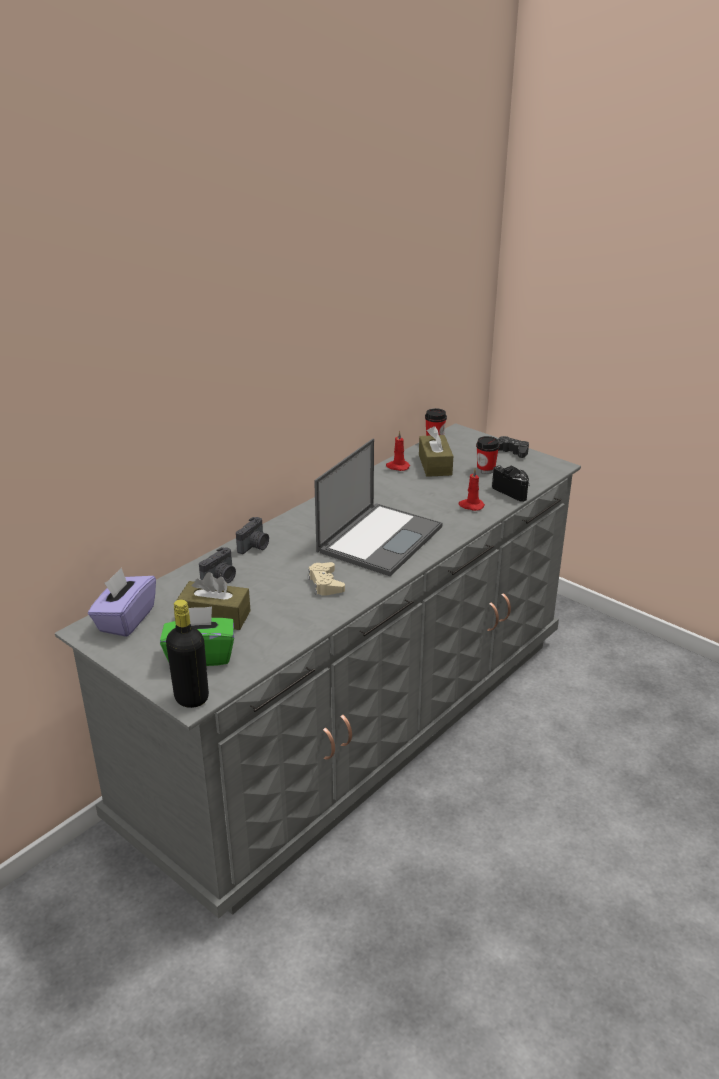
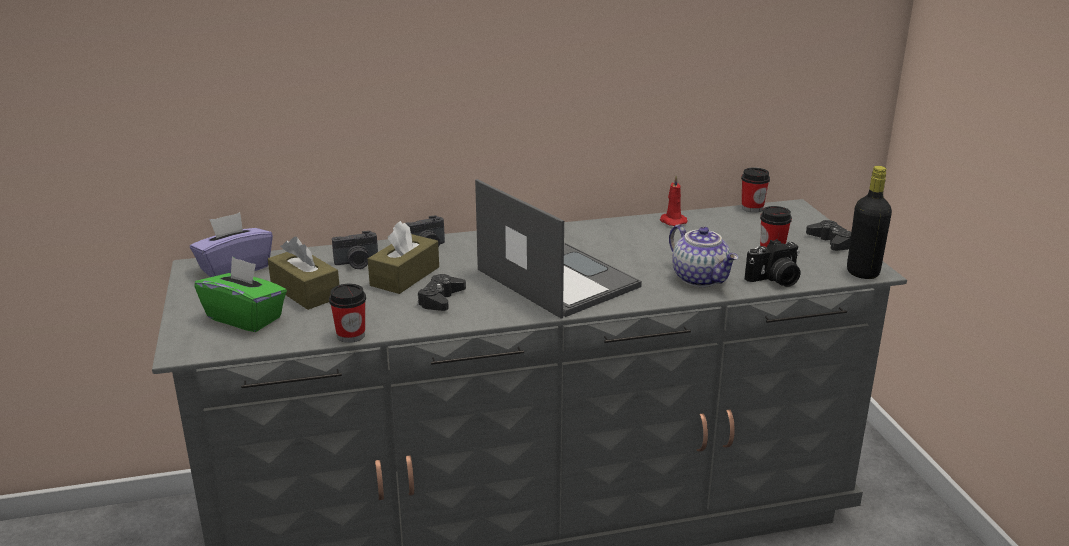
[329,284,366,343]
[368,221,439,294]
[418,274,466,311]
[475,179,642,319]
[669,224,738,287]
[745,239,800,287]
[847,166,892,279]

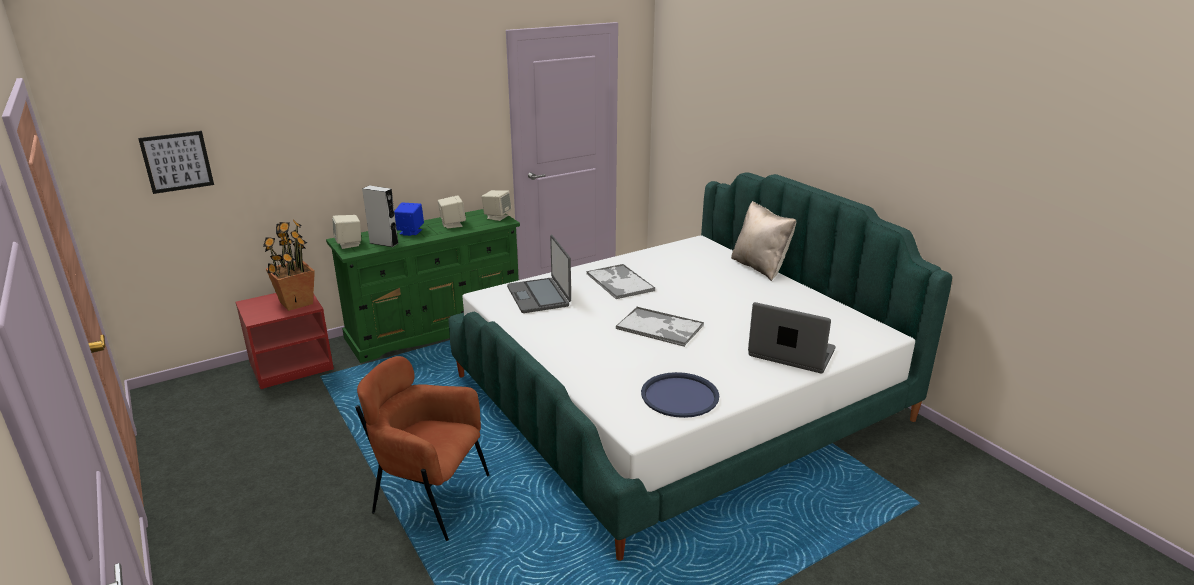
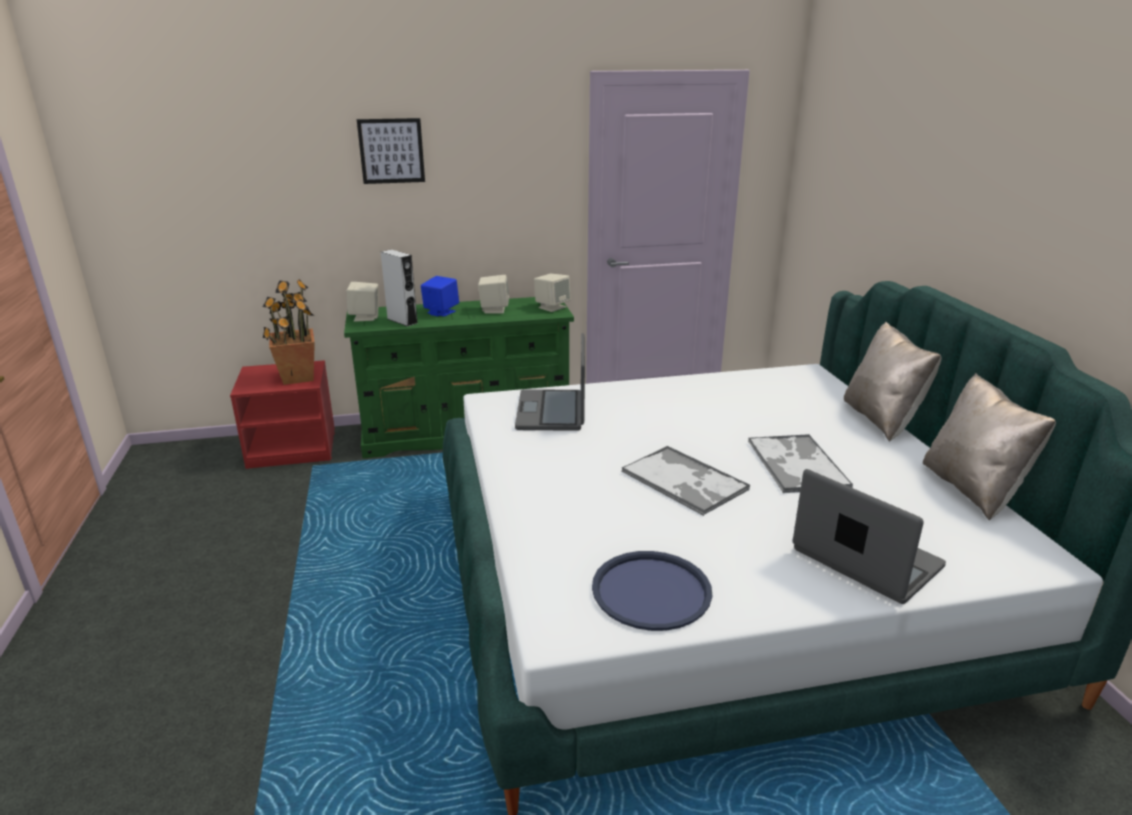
[357,118,425,184]
[748,434,853,493]
[923,373,1056,521]
[355,356,490,541] (first image)

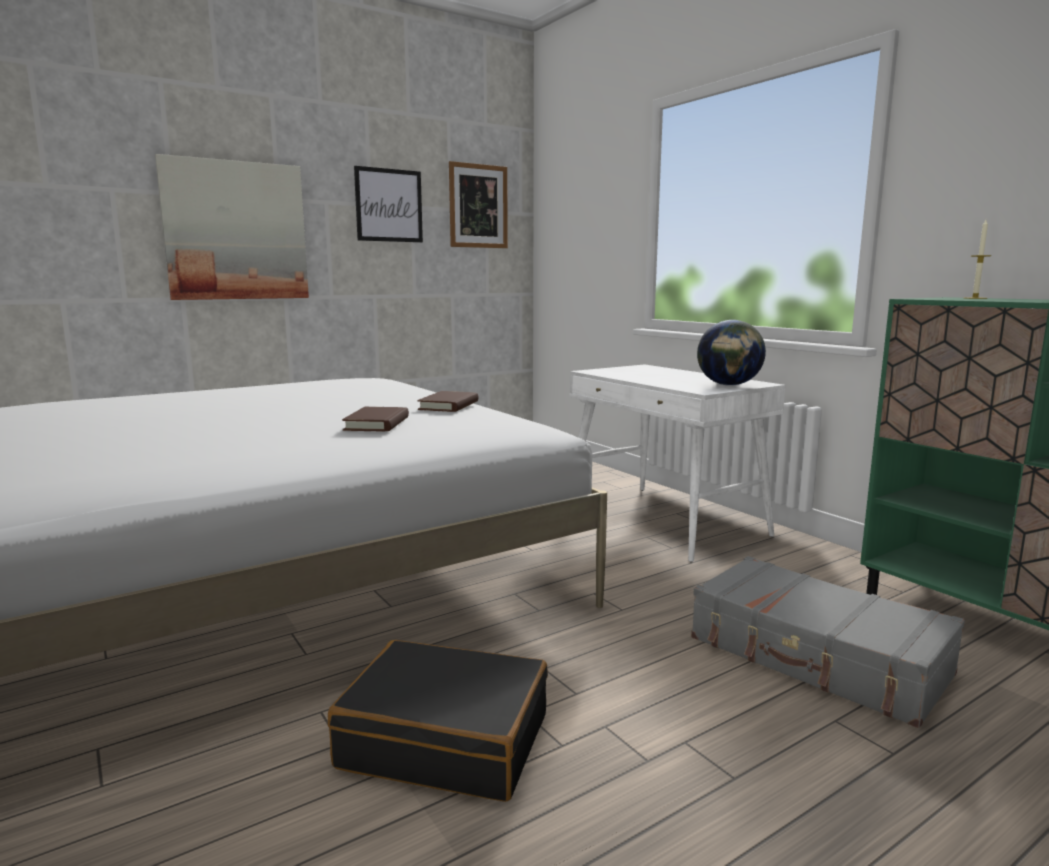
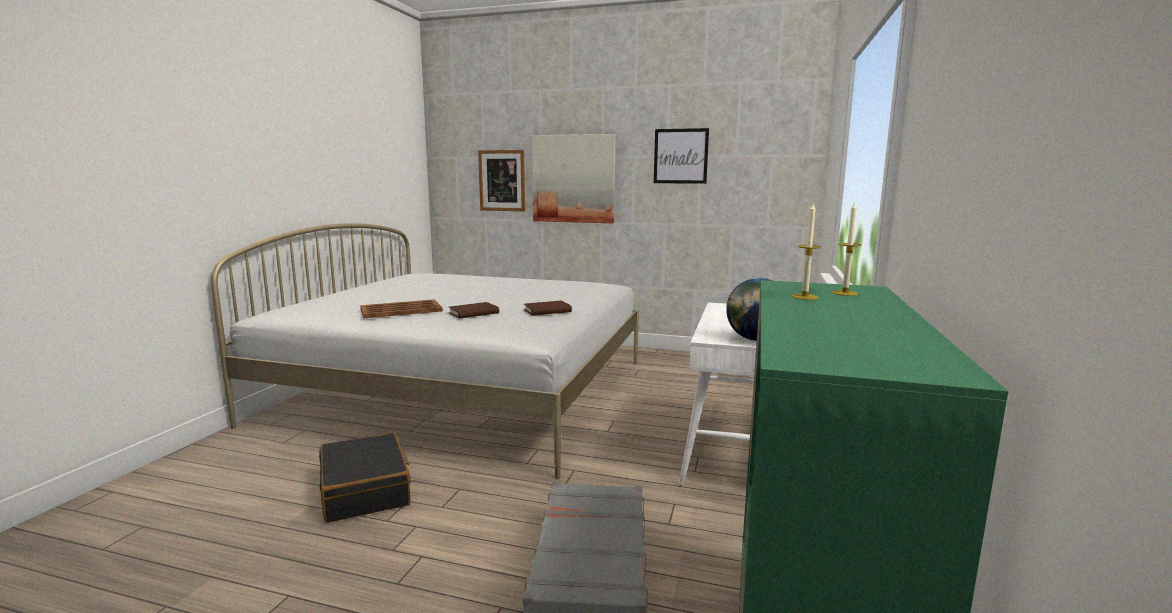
[360,299,443,318]
[478,150,525,211]
[792,204,821,300]

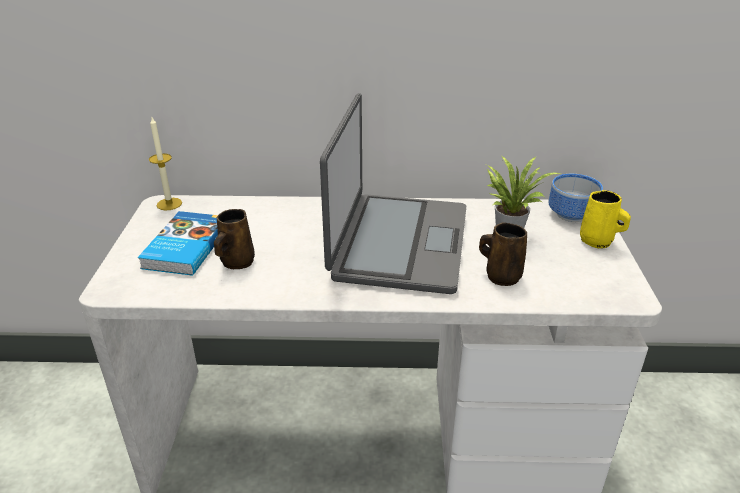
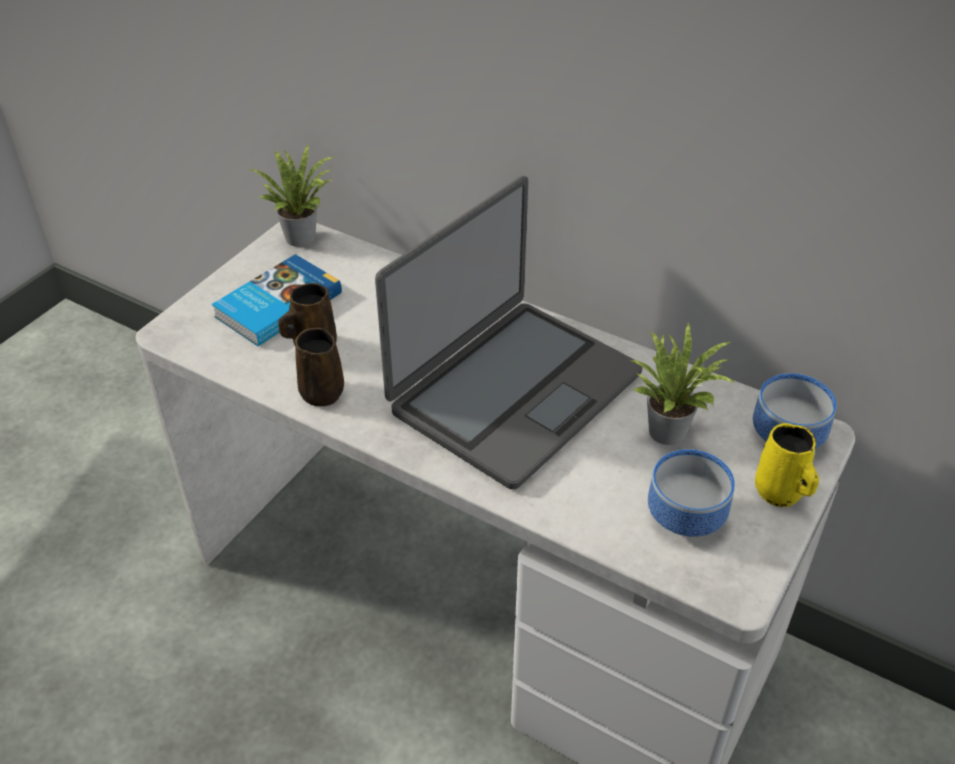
[250,144,335,247]
[295,328,344,406]
[648,449,735,537]

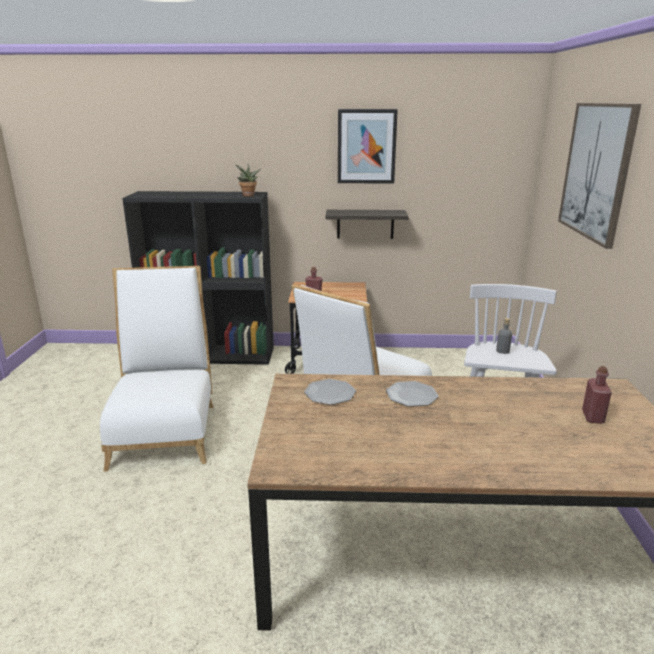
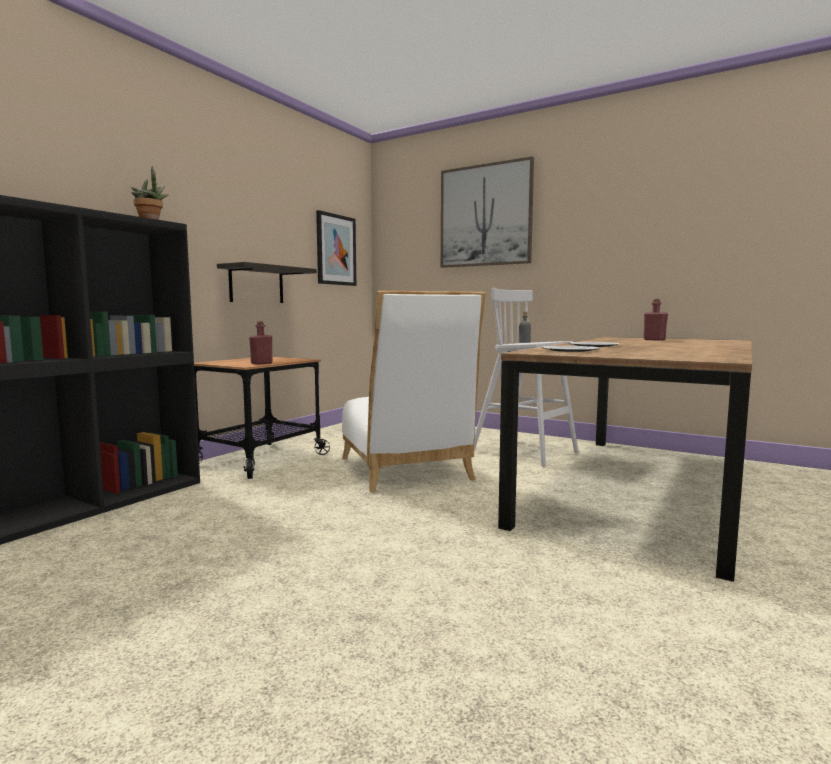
[316,210,356,286]
[100,266,213,471] (first image)

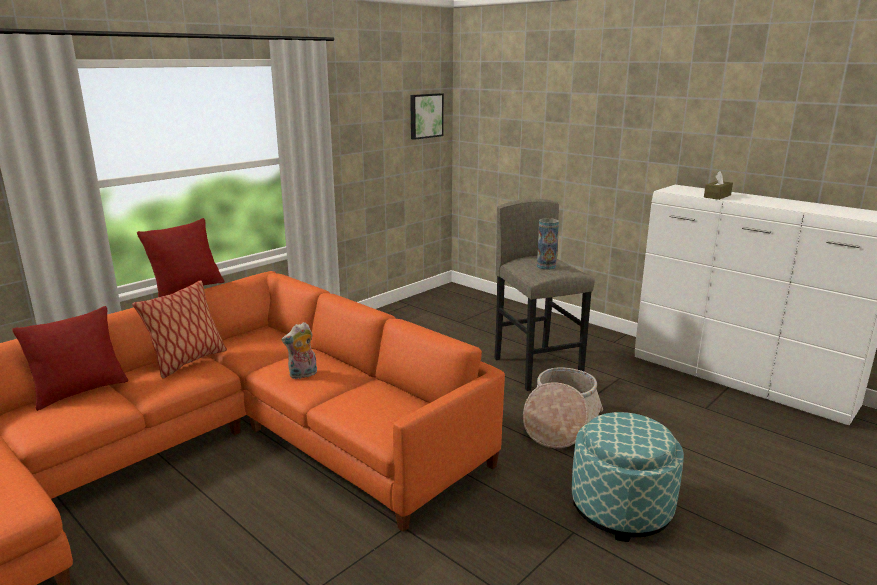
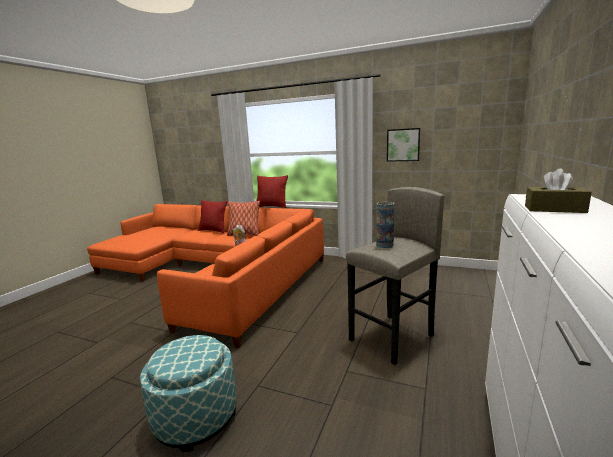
[387,128,420,162]
[523,368,603,448] (first image)

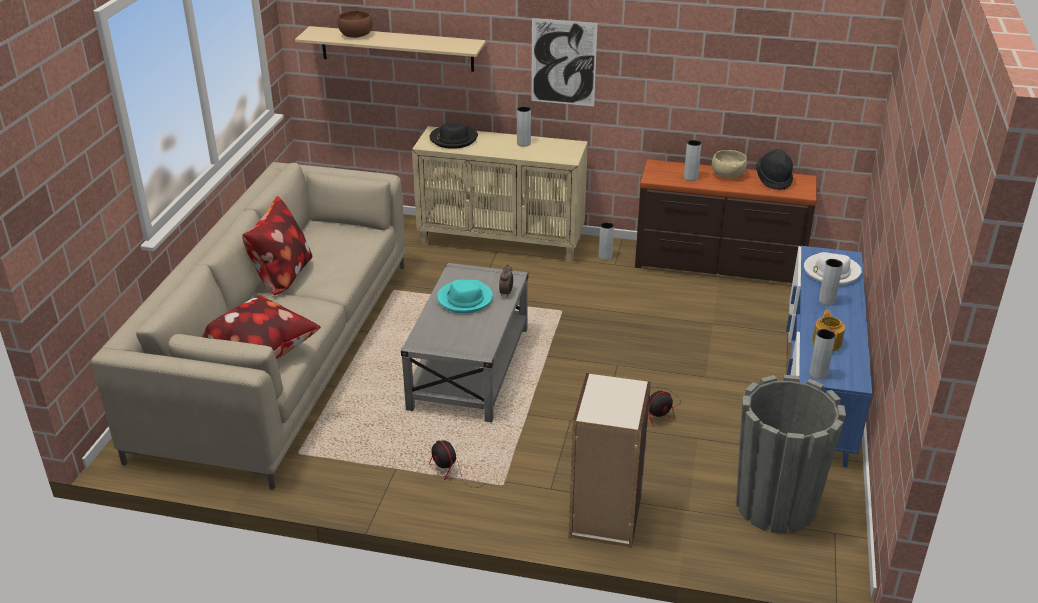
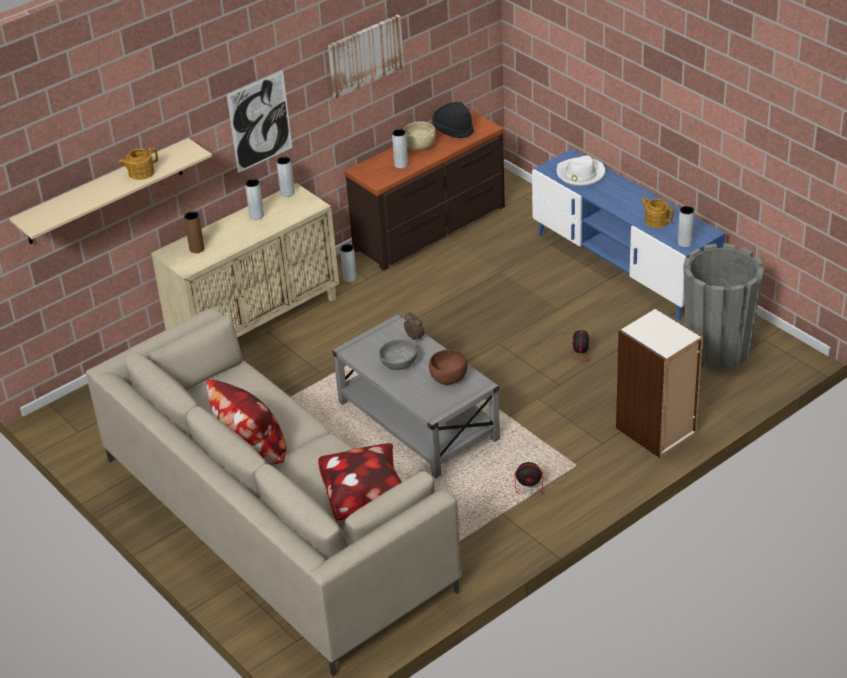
[119,147,158,180]
[184,211,204,253]
[276,157,295,197]
[328,15,404,98]
[379,340,417,370]
[429,349,468,385]

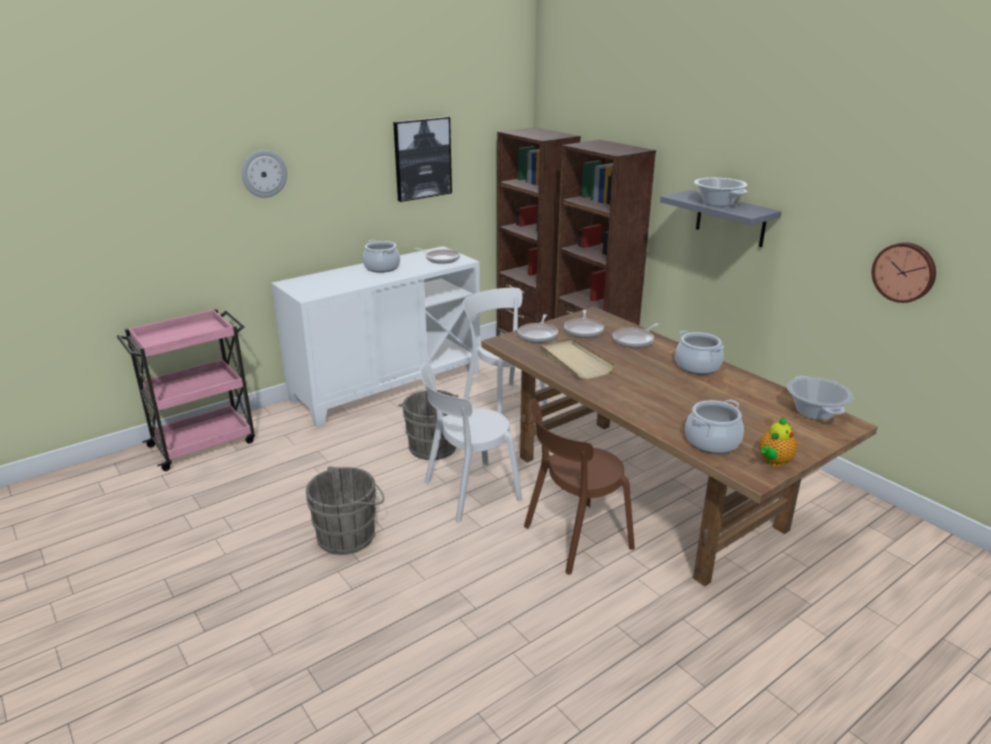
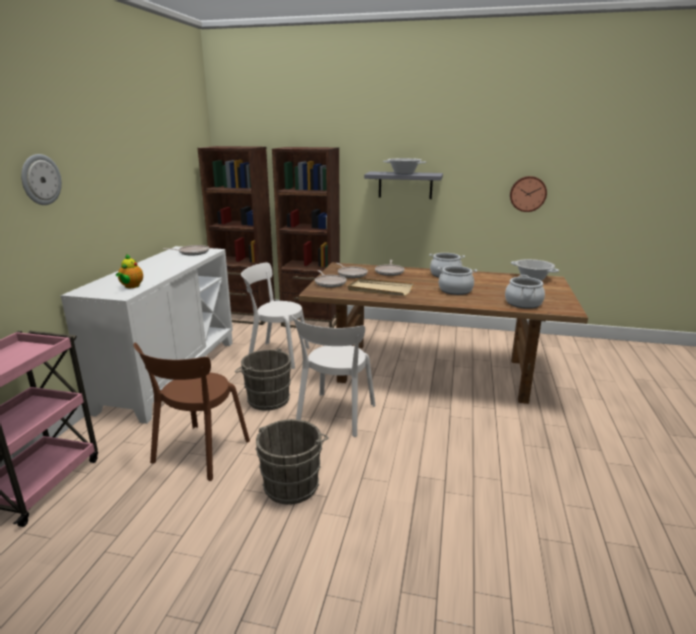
[116,254,143,288]
[134,343,250,481]
[438,266,477,295]
[393,117,452,202] (first image)

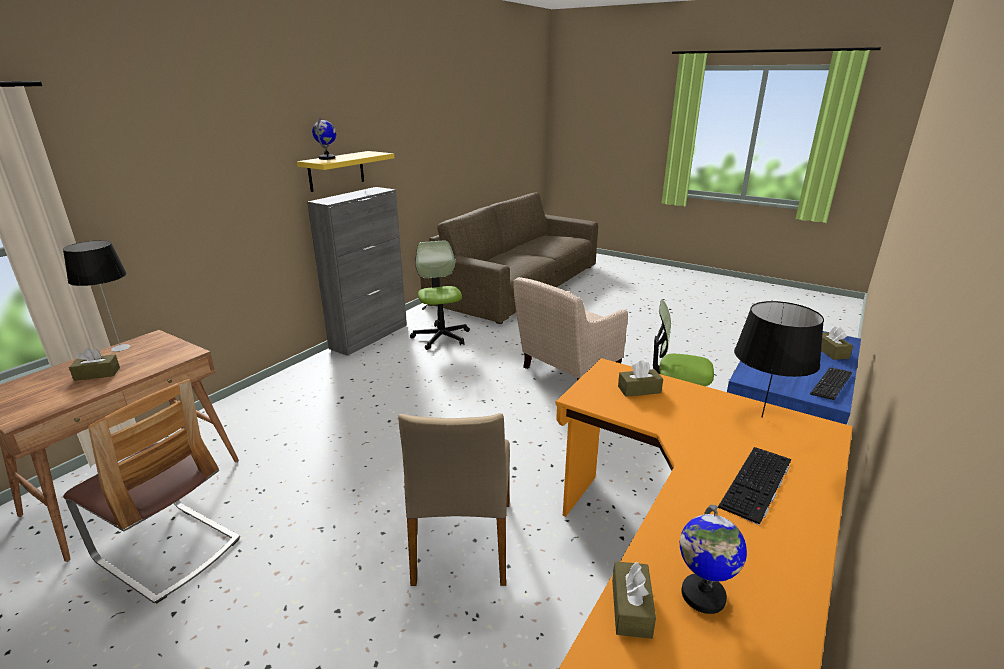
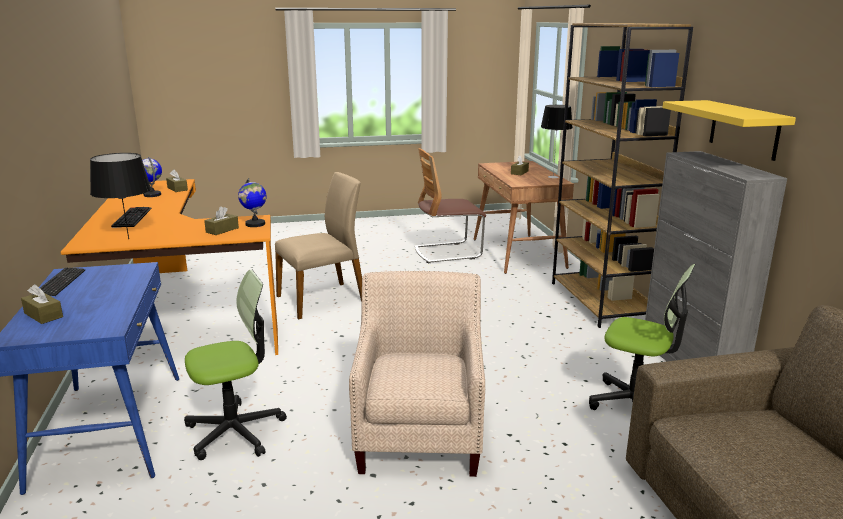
[238,178,266,227]
[275,172,362,319]
[552,23,693,328]

